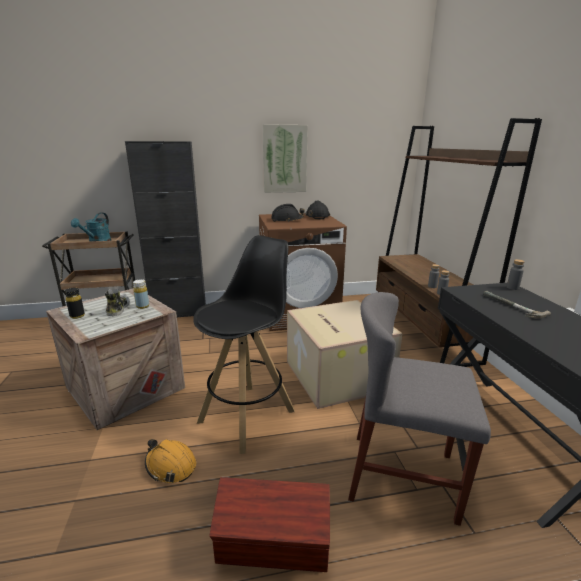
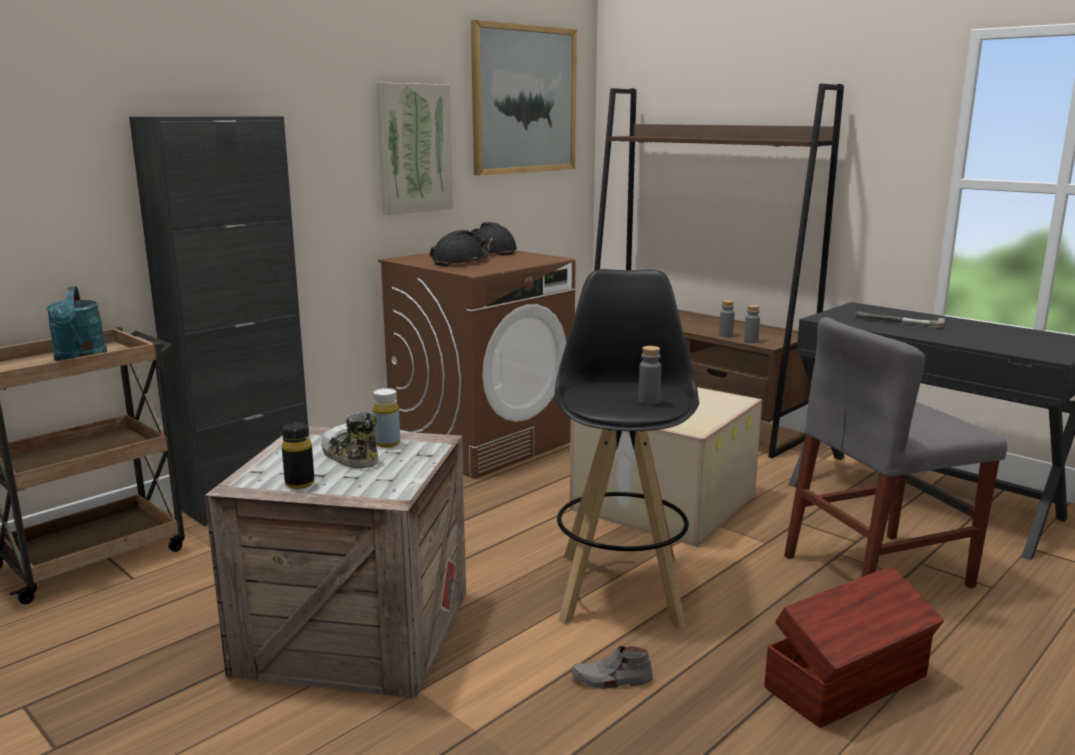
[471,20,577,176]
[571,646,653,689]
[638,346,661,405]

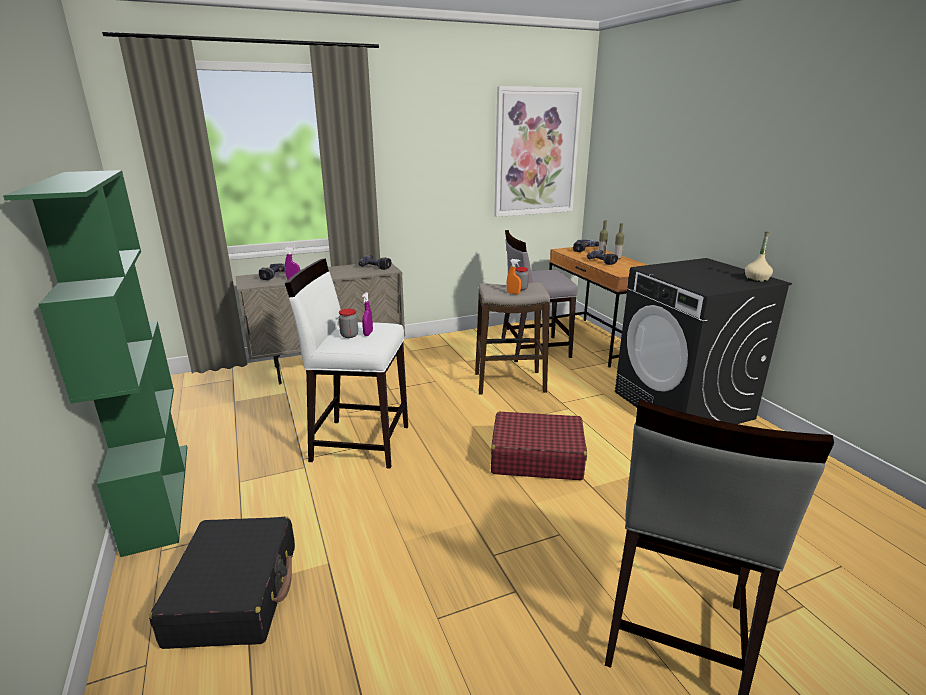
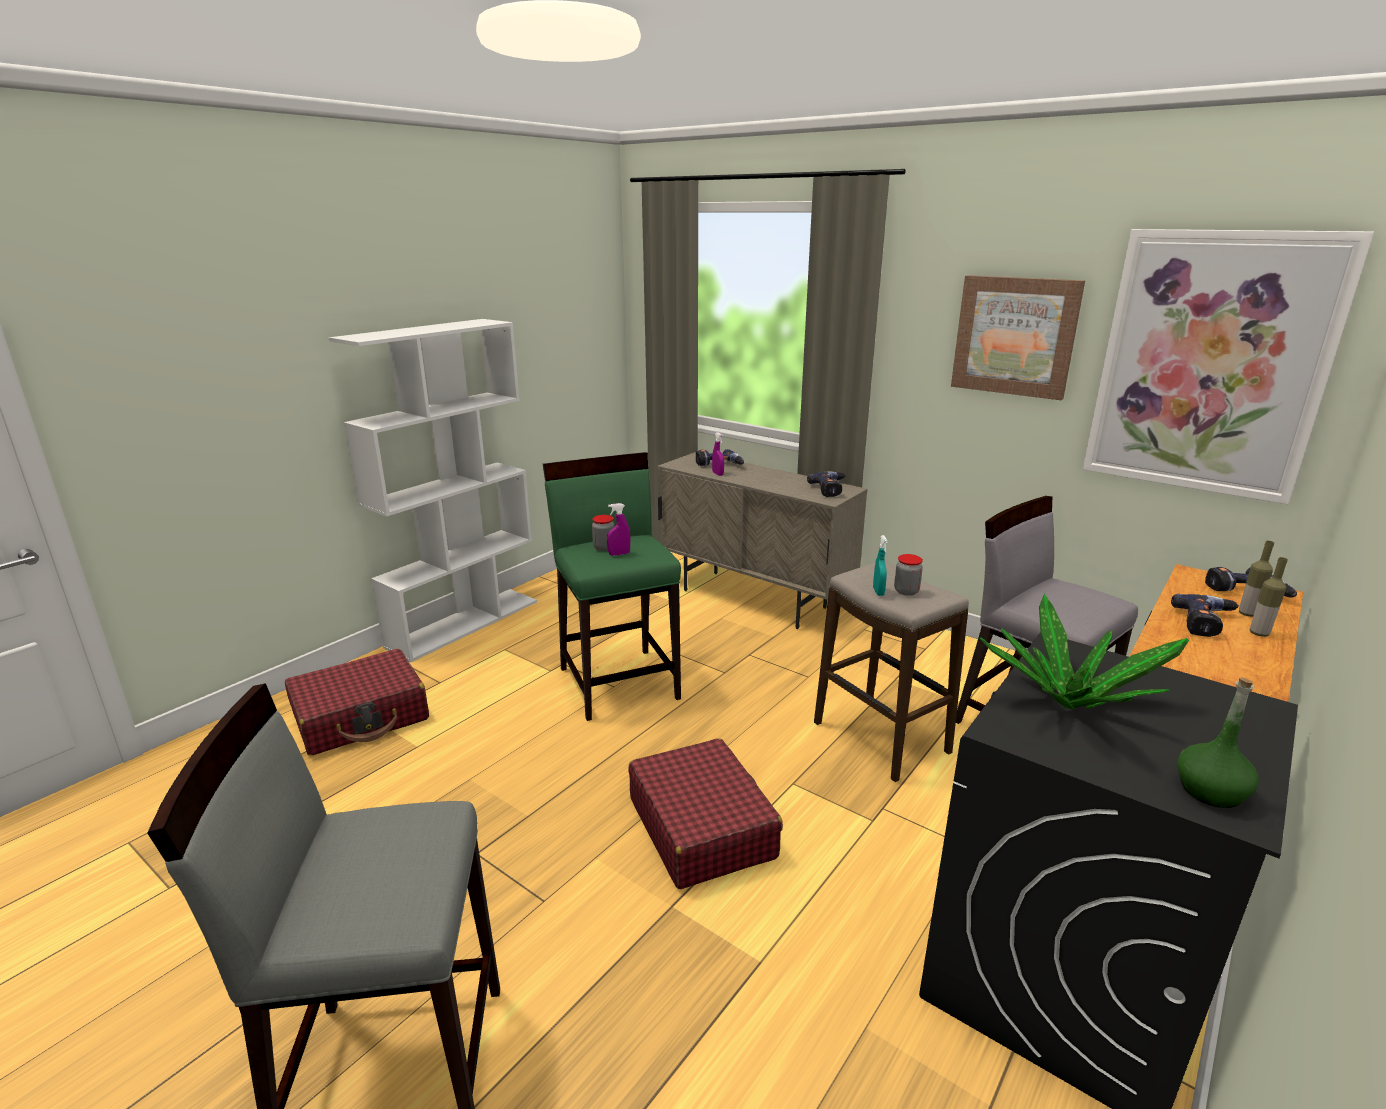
[285,649,429,756]
[328,319,537,663]
[543,452,681,721]
[873,535,888,596]
[951,275,1085,400]
[980,594,1189,710]
[1178,678,1259,808]

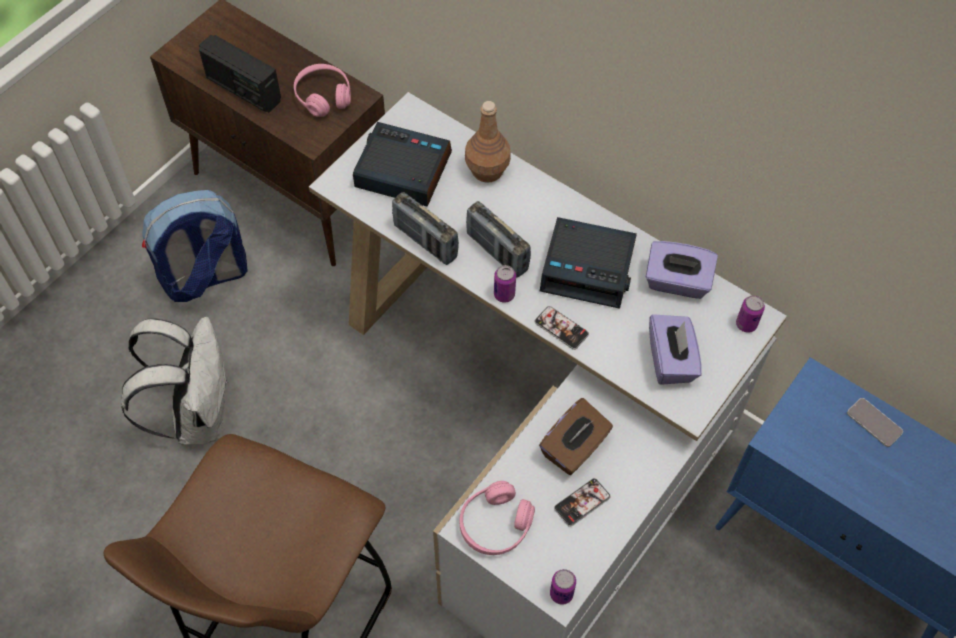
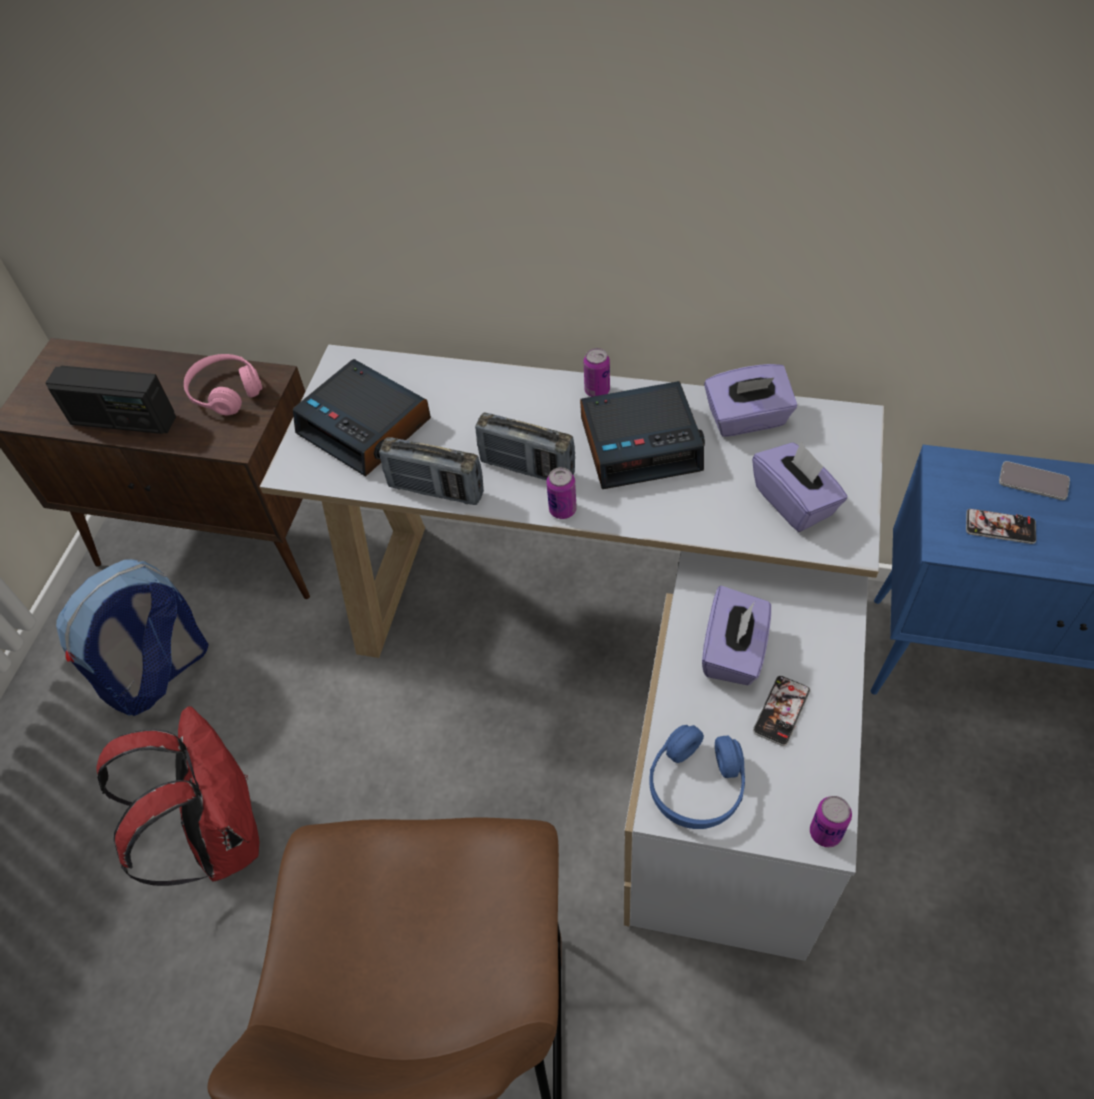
[97,706,259,886]
[293,359,431,477]
[584,348,610,397]
[649,725,745,829]
[702,586,771,685]
[966,509,1036,544]
[465,101,511,182] (first image)

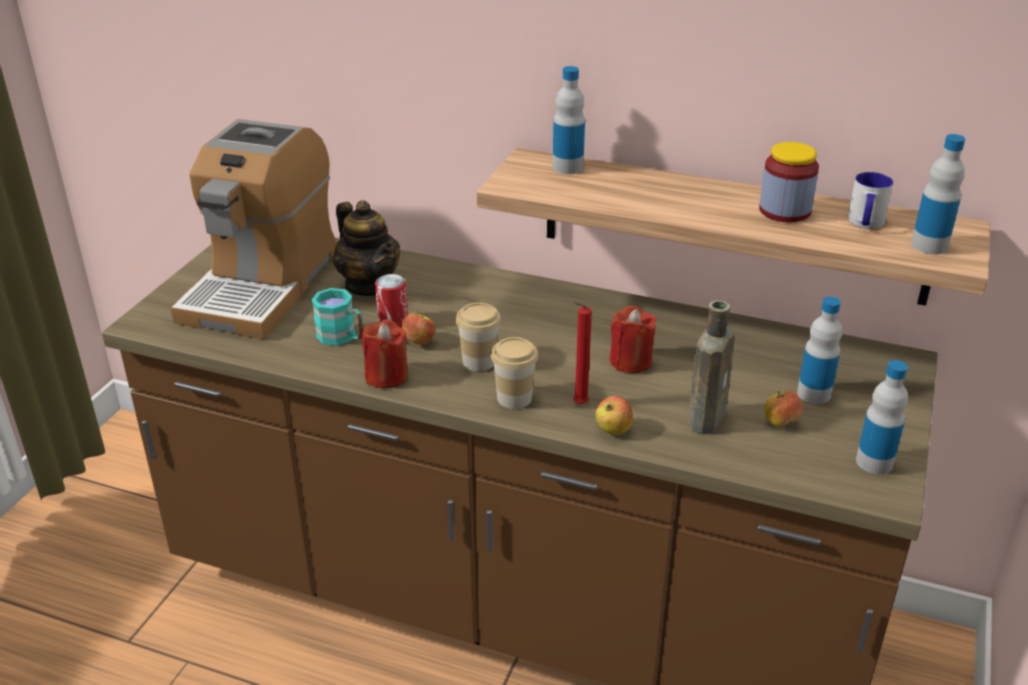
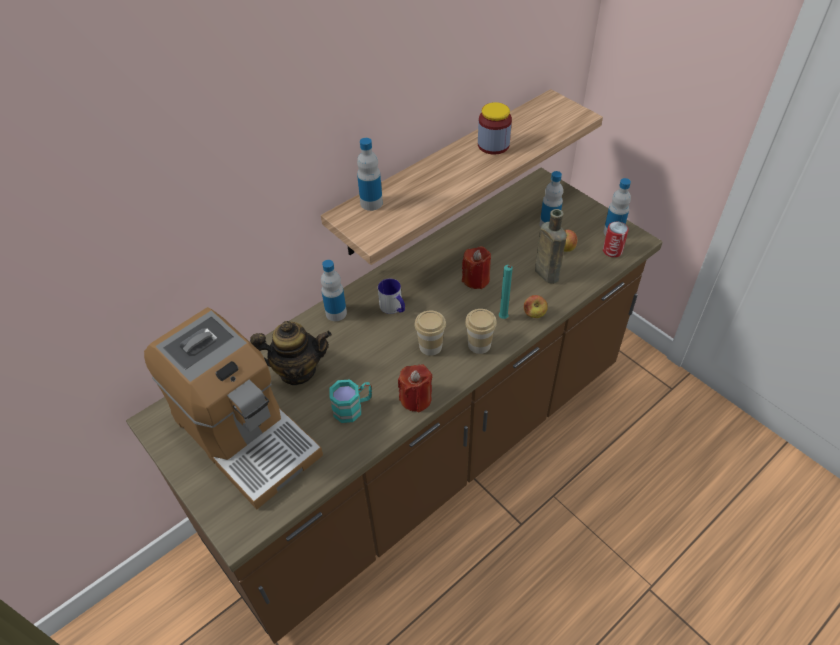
[321,260,347,321]
[378,279,405,314]
[499,265,513,319]
[603,222,629,257]
[401,313,435,345] (first image)

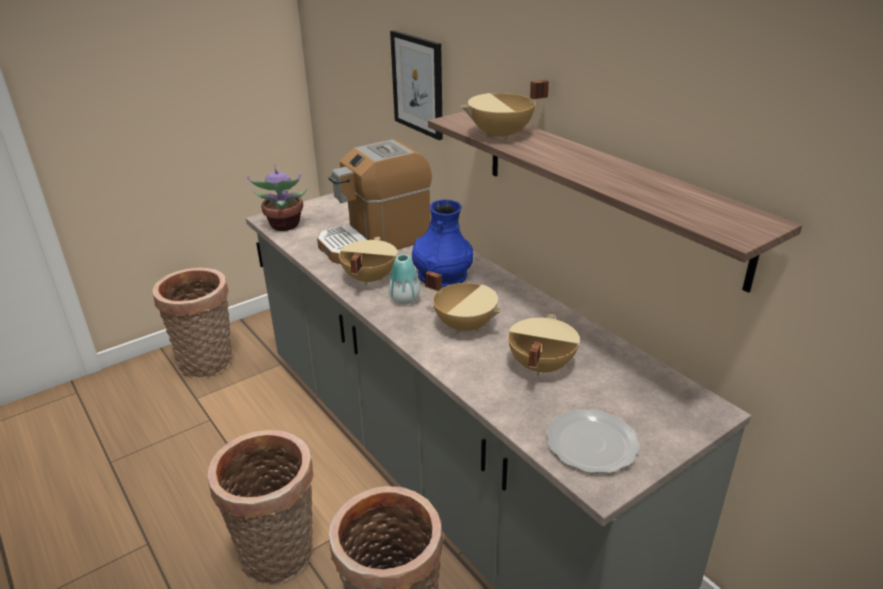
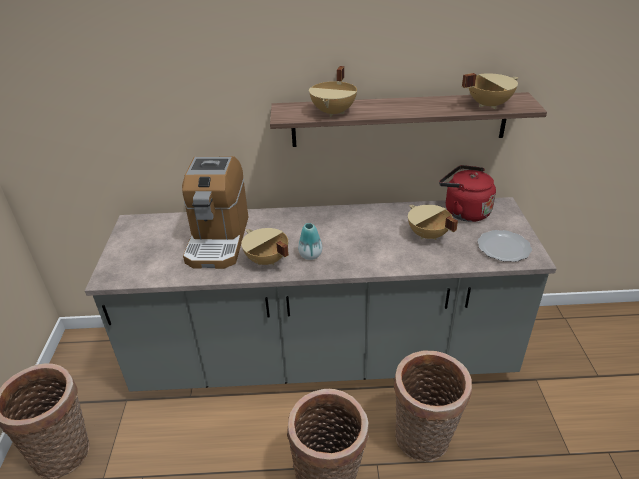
[439,165,496,222]
[462,73,518,109]
[247,164,307,231] (first image)
[390,30,443,140] (first image)
[412,199,473,288] (first image)

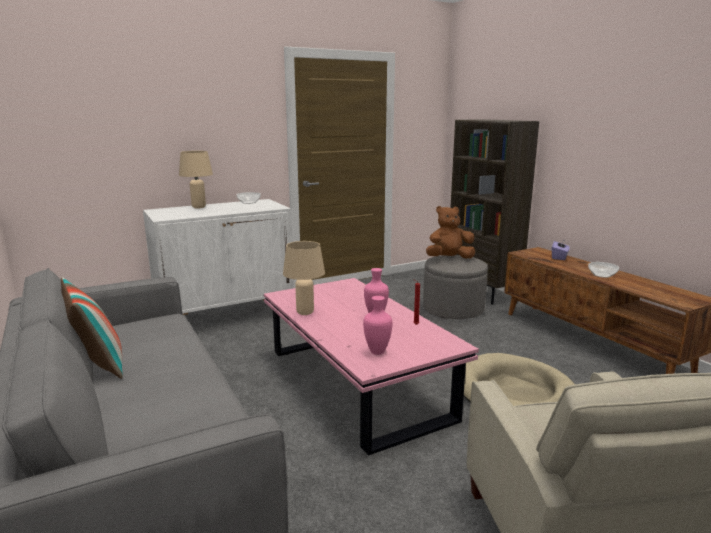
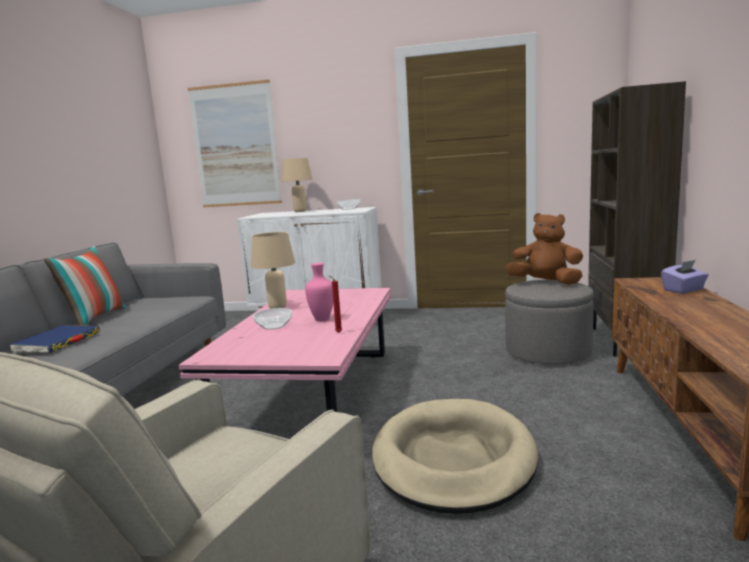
[9,325,100,353]
[187,80,282,207]
[253,308,292,330]
[363,296,392,355] (first image)

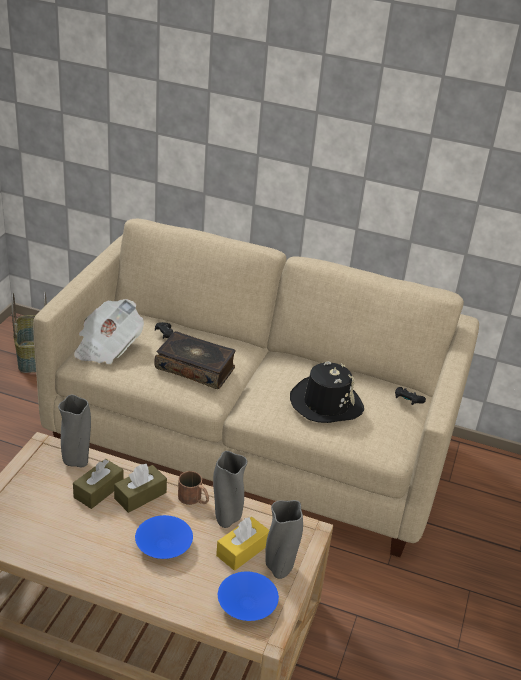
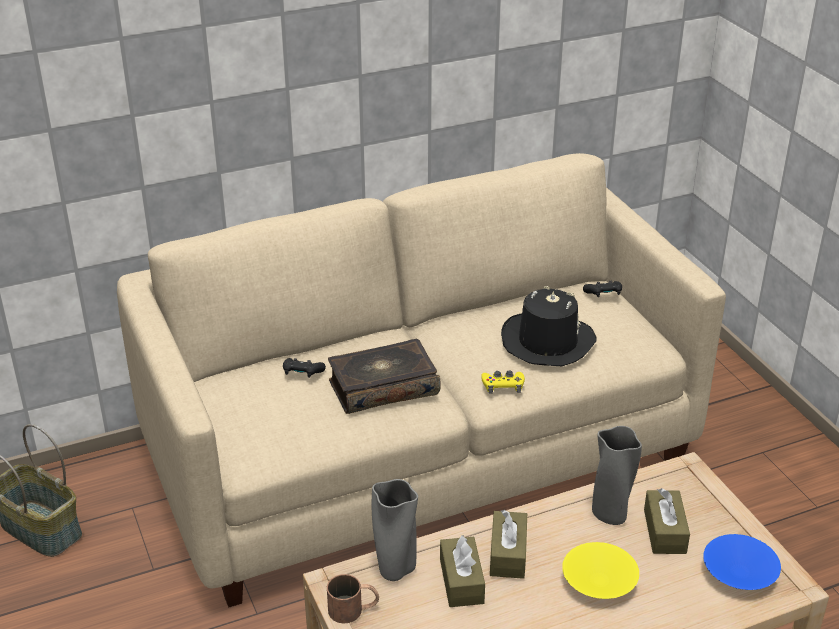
[327,574,379,624]
[481,370,525,394]
[562,542,639,599]
[644,488,690,554]
[74,299,144,364] (first image)
[265,500,303,579] (first image)

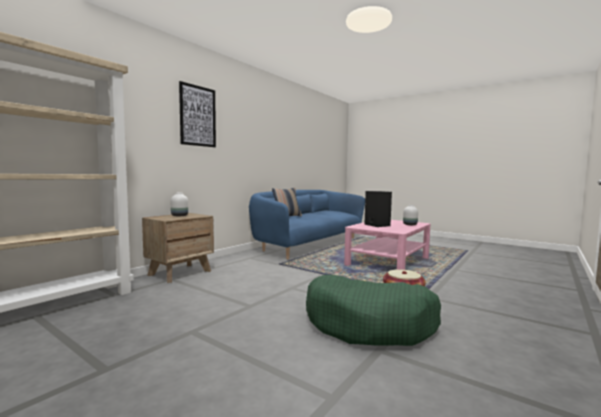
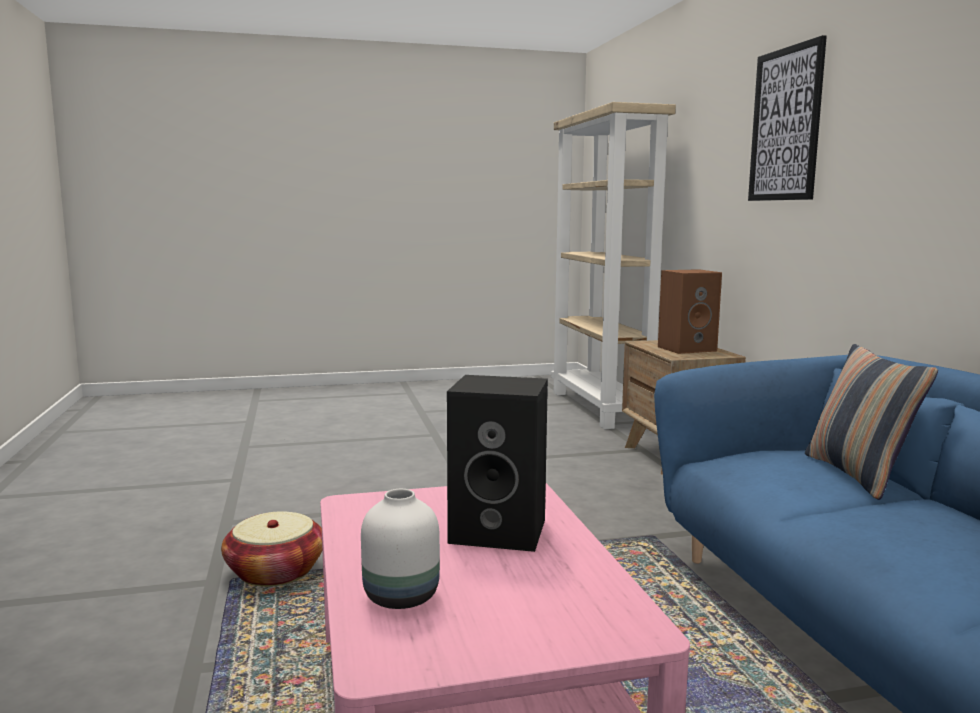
[658,269,722,354]
[306,275,441,346] (first image)

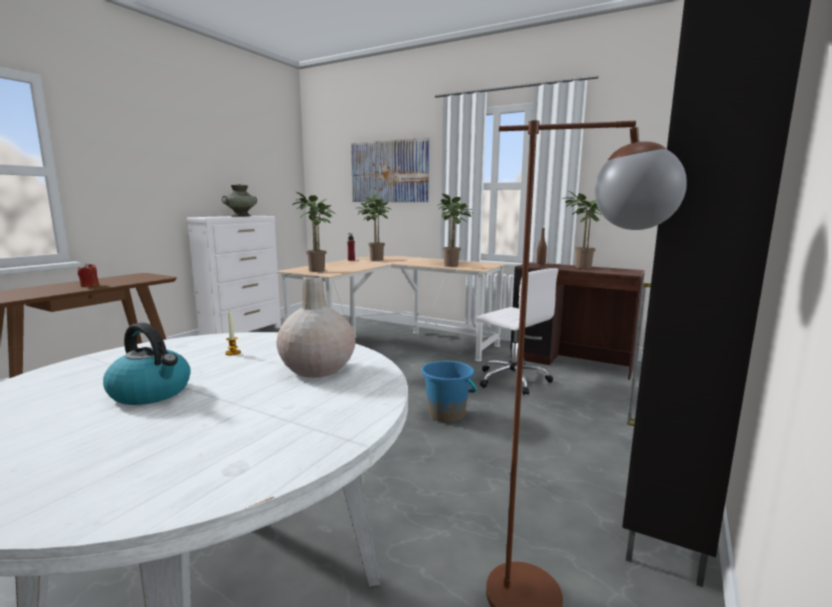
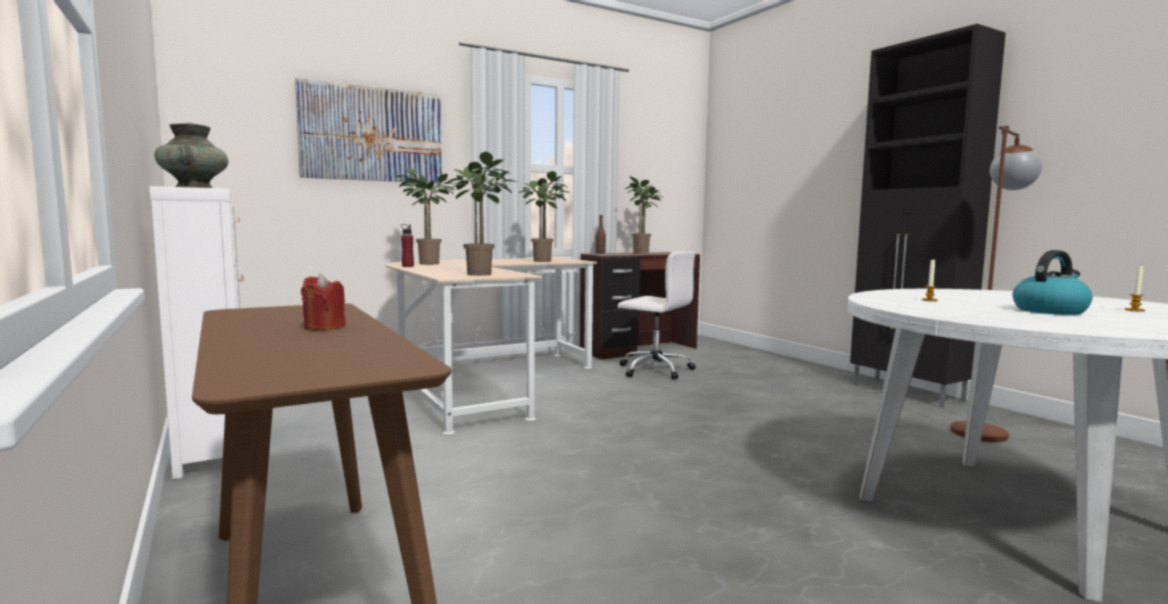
[618,251,696,380]
[1125,265,1145,312]
[276,276,355,378] (first image)
[422,361,477,423] (first image)

